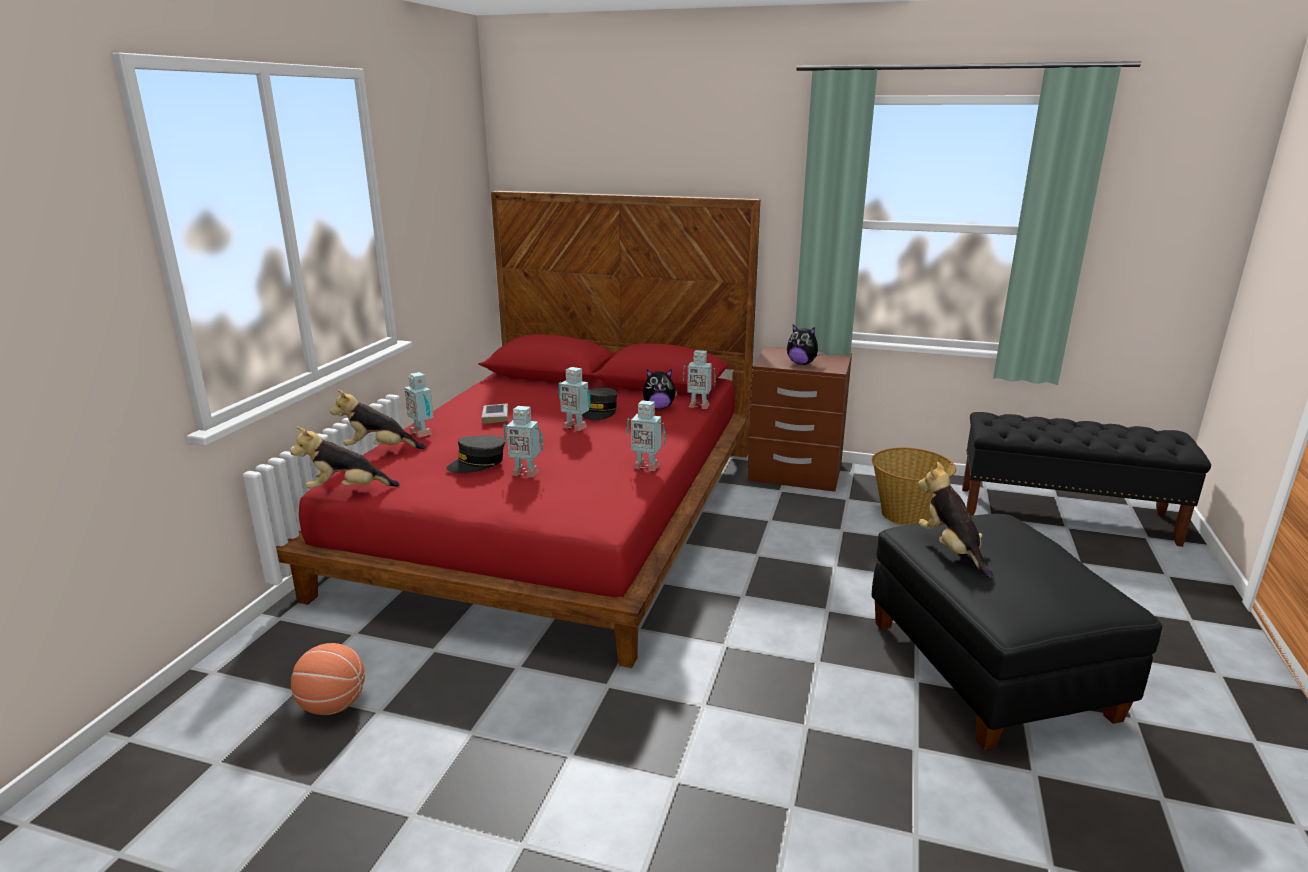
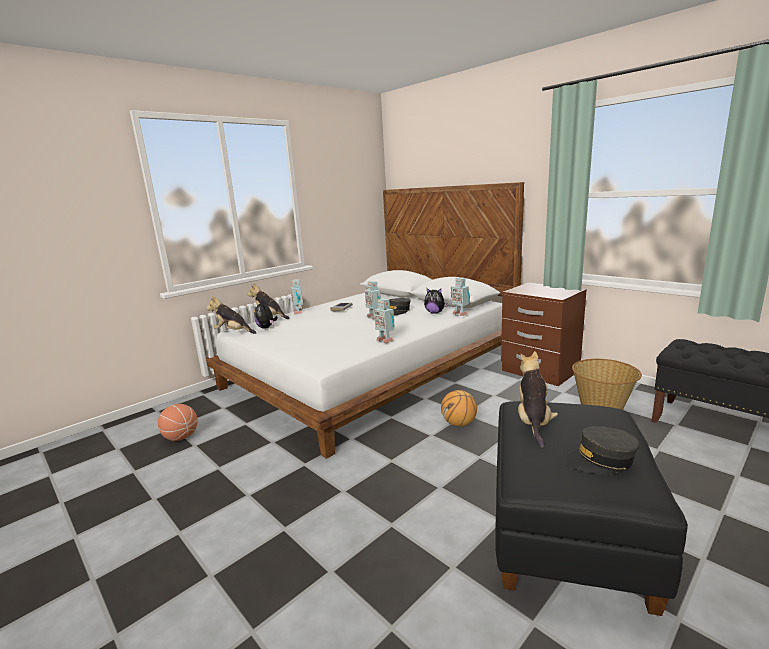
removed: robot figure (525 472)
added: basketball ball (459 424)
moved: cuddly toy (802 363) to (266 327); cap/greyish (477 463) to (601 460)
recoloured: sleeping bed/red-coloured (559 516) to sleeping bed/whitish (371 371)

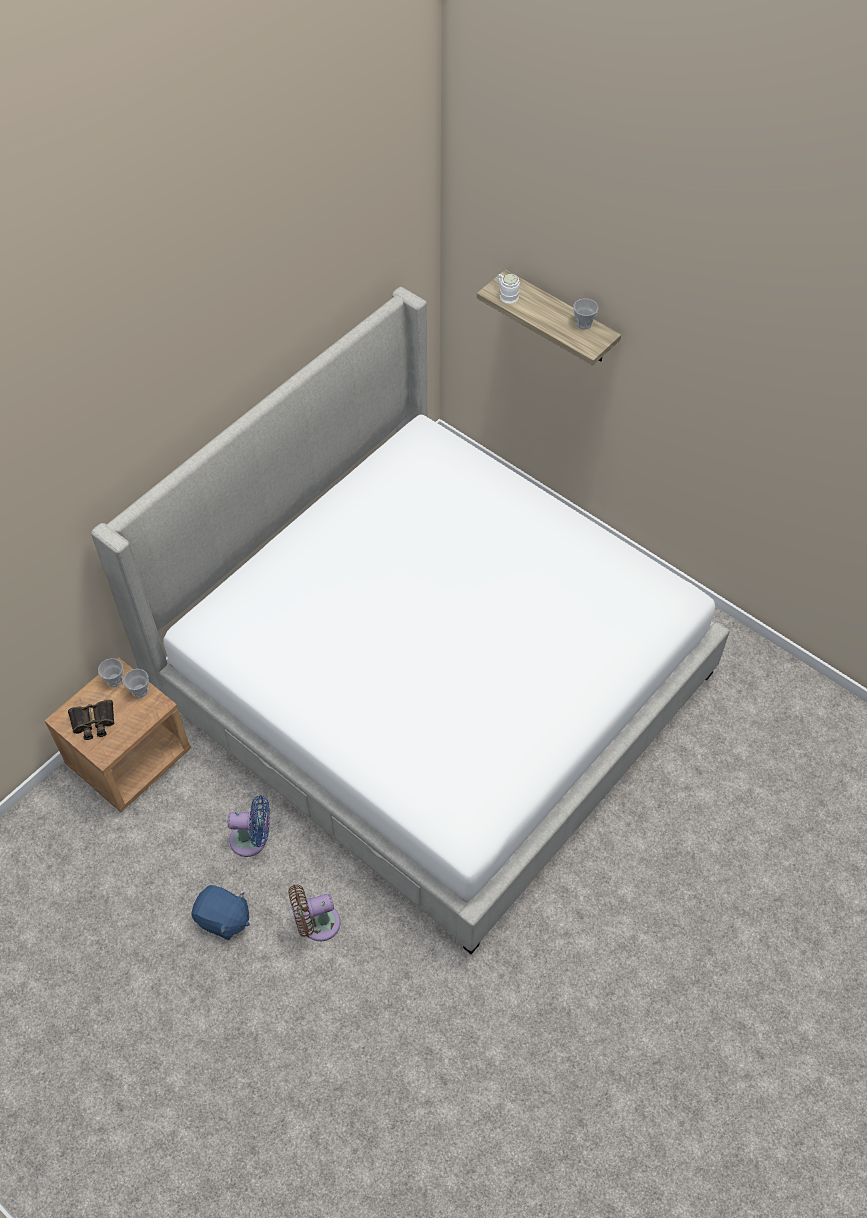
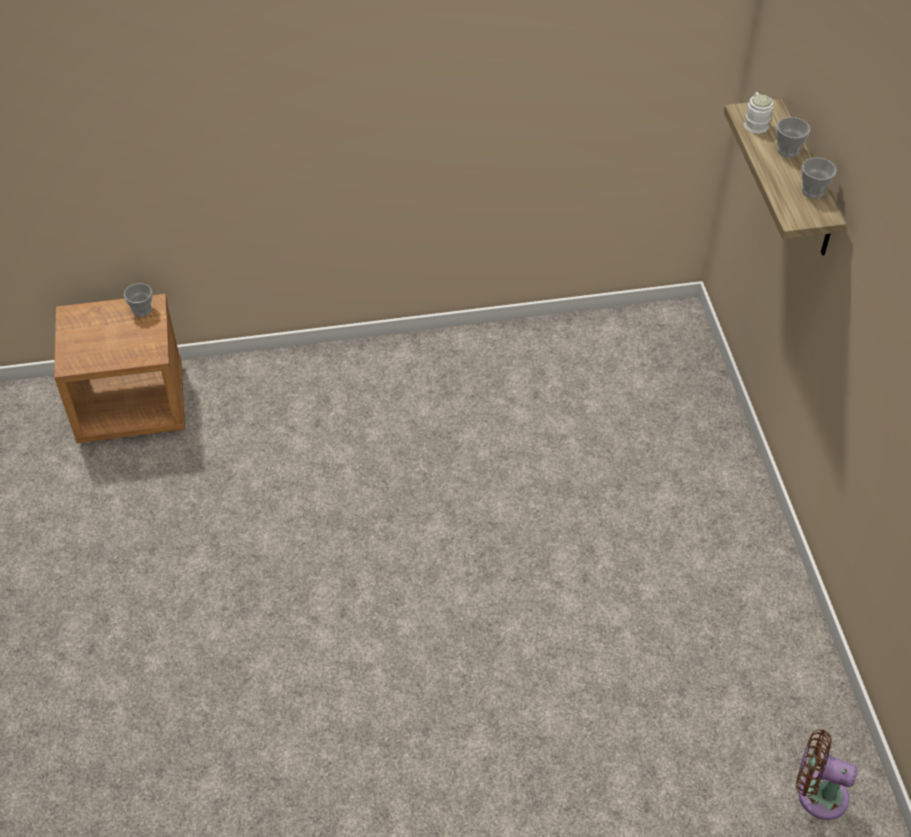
removed: binoculars (93 723); sleeping bed (433 684); cuddly toy/blue-coloured (223 919); electric fan/blue-coloured (252 840)
moved: drinking cup (140 690) to (788 150); electric fan/brown-coloured (316 924) to (817 793)

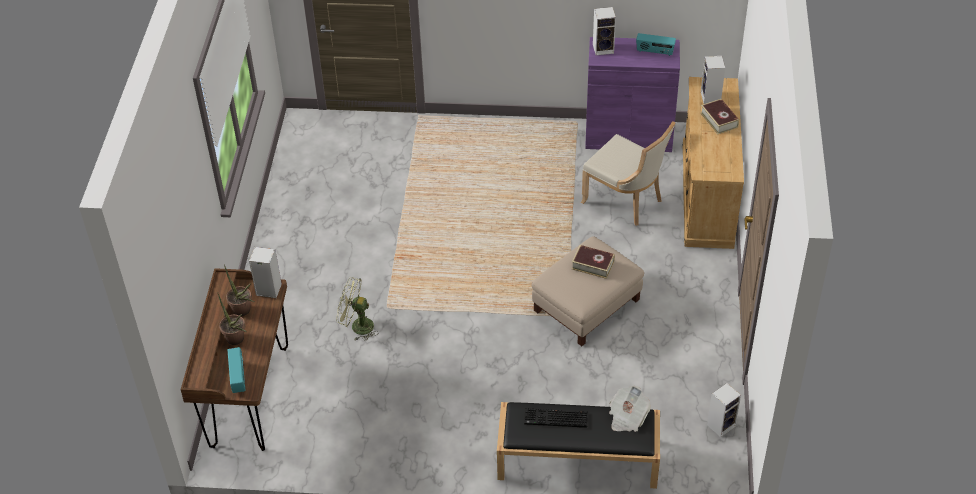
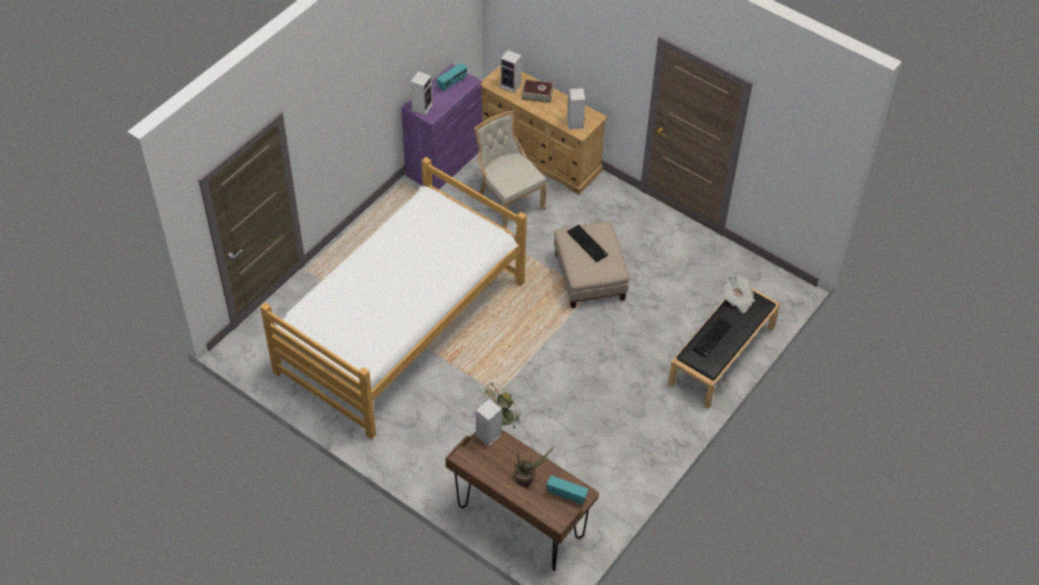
removed: houseplant (244 312)
added: sleeping bed (401 326)
moved: audio speaker (721 424) to (574 122)
replaced: bound book (593 265) to PC keyboard (588 243)
turned: plain chair/sand-coloured (626 201) = (508 200) 105 degrees counterclockwise

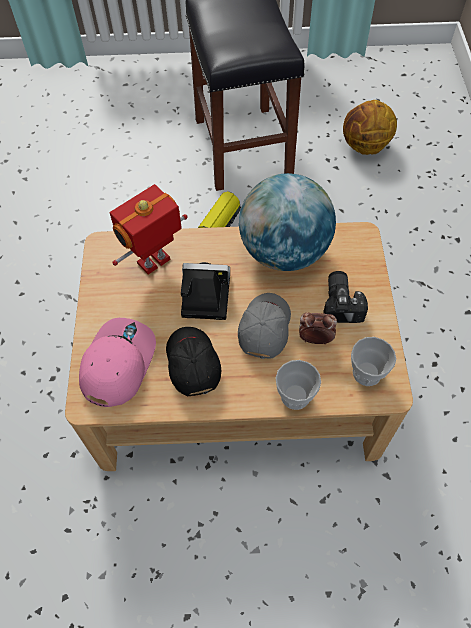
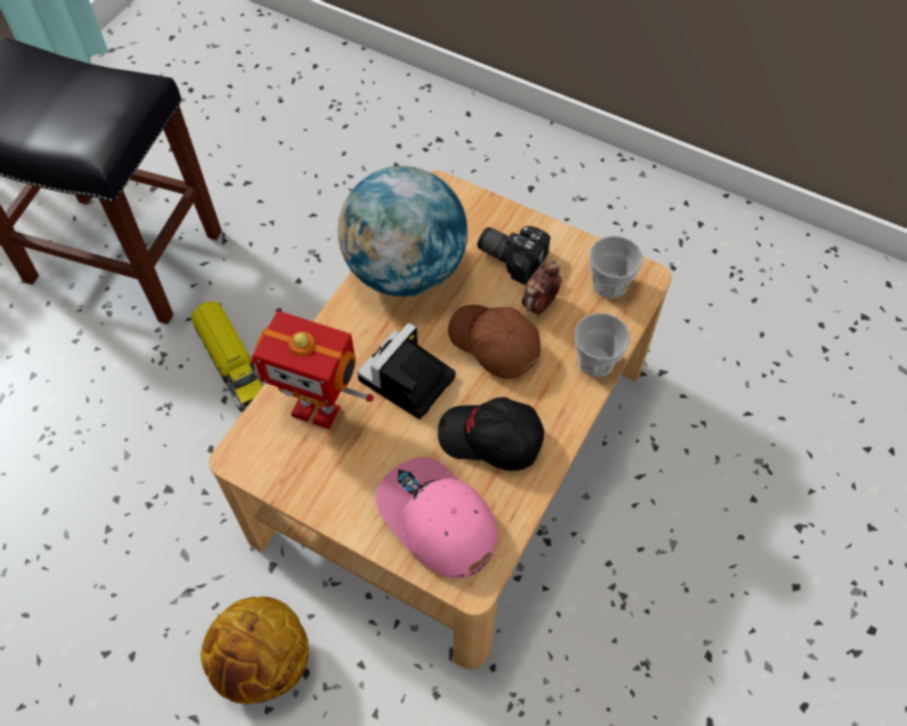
moved: basketball ball (365 147) to (264 664)
recoloured: cap/greyish (264 328) to cap/brown-coloured (493 344)
turned: robot figure (155 262) = (317 408) 60 degrees counterclockwise

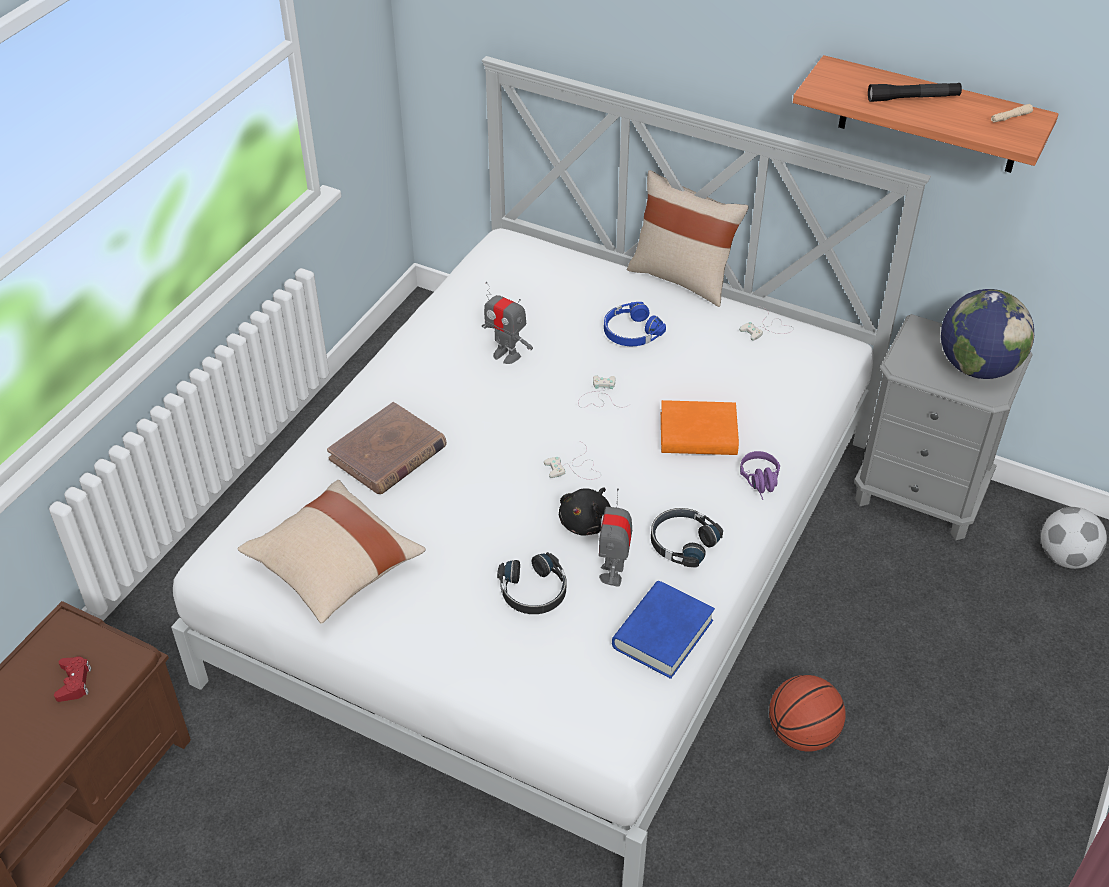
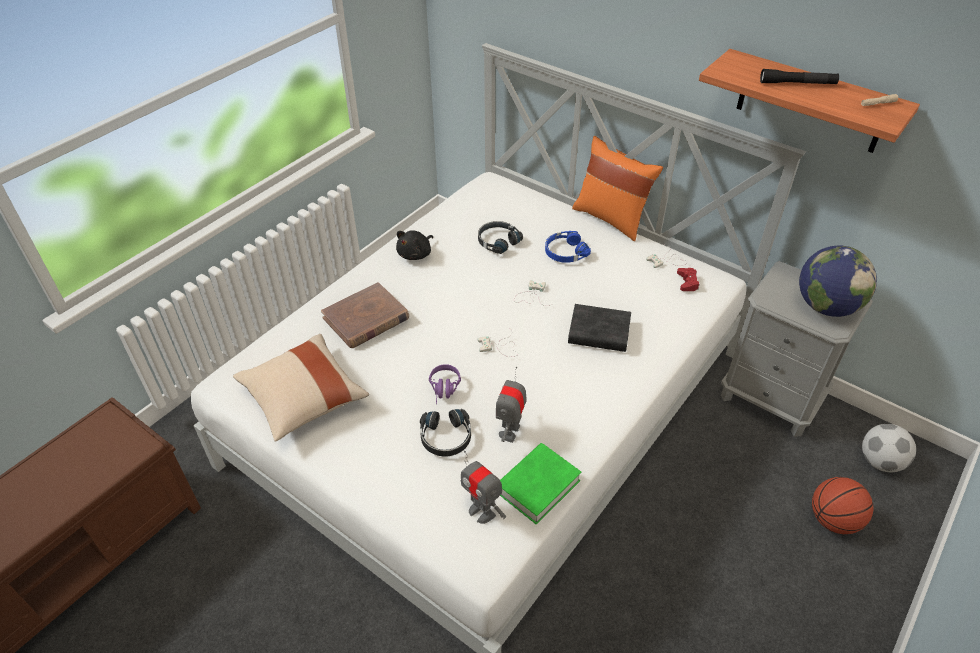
moved: cuddly toy/black-coloured (587 522) to (416 254); pair of headphones/purple-coloured (761 483) to (444 390); robot figure (506 355) to (482 511); pair of headphones/black-coloured (682 542) to (497 241); gamepad/red-coloured (74 682) to (687 282); basketball ball (802 733) to (833 520)
recoloured: bound book/blue-coloured (662 634) to bound book/greenish (537 486); bound book/orange-coloured (698 434) to bound book/black-coloured (599 333); throw pillow/sand-coloured (682 278) to throw pillow/orange-coloured (611 218)

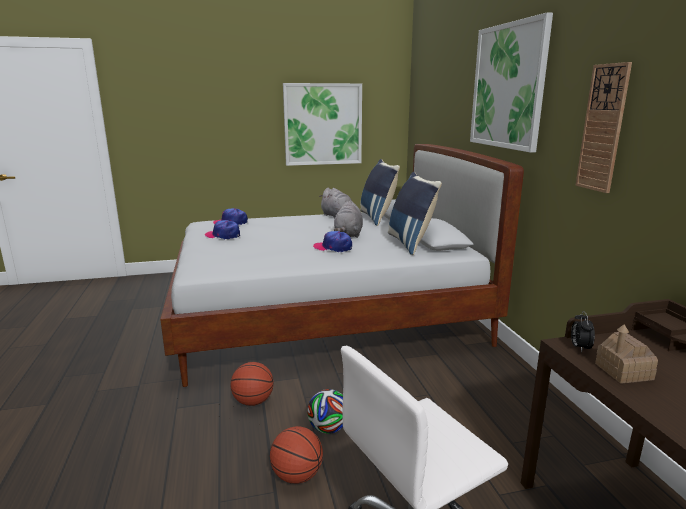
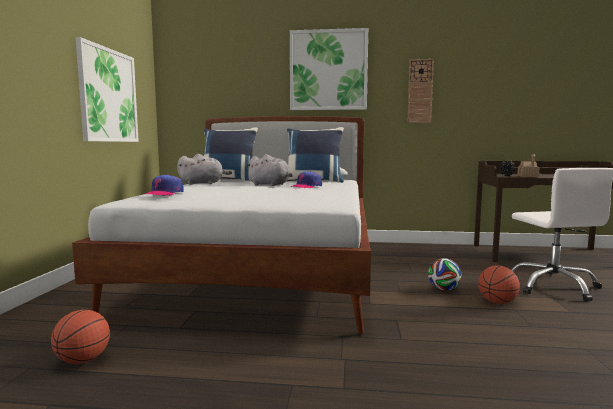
removed: cap (223 235)
moved: basketball ball (253 401) to (83 360)

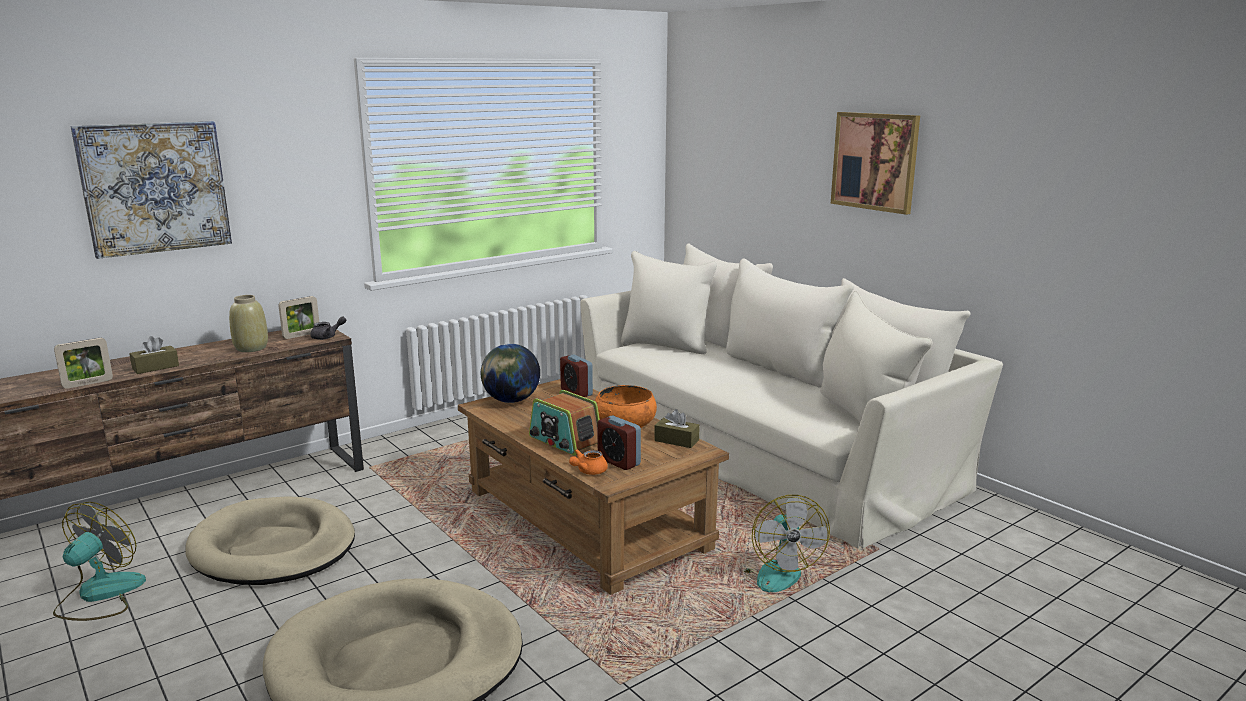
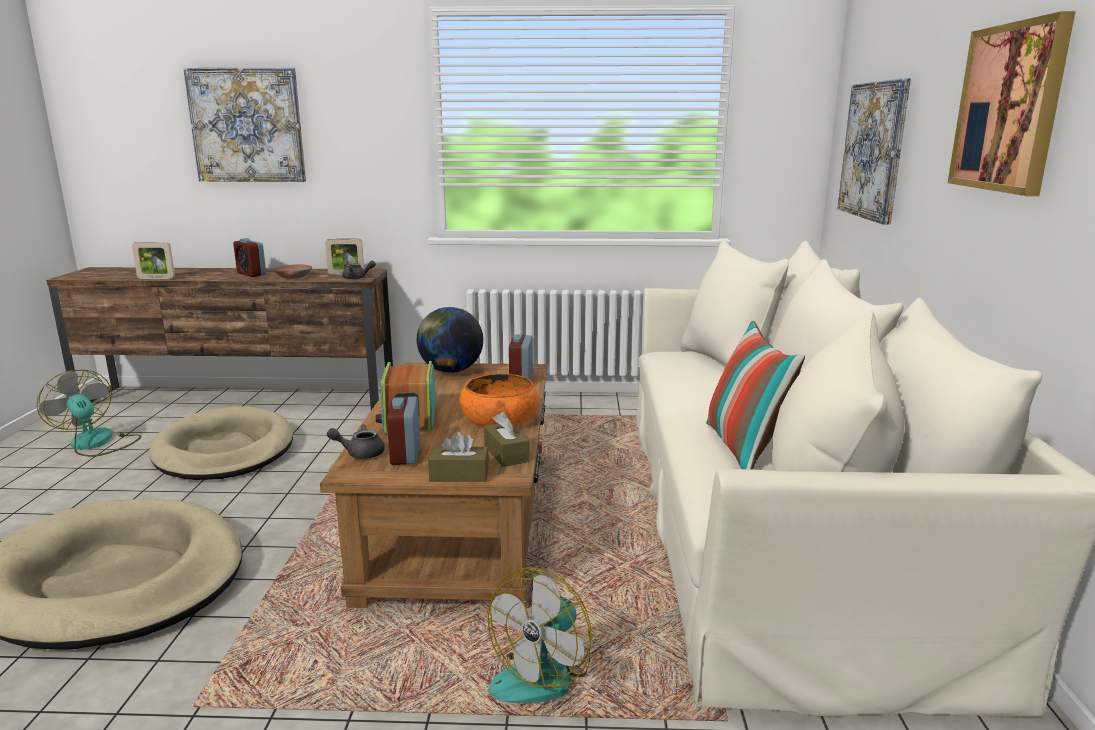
added: bedside clock (251 274); throw pillow (745 449); wall picture (874 150)
moved: box of tissues/brown-coloured (155 367) to (459 475)
replaced: vase/sand-coloured (251 348) to serving bowl/brown-coloured (292 276)
recoloured: pot for tea/orange-coloured (588 471) to pot for tea/greyish (360 453)
turned: electric fan (99 595) = (96 444) 105 degrees counterclockwise

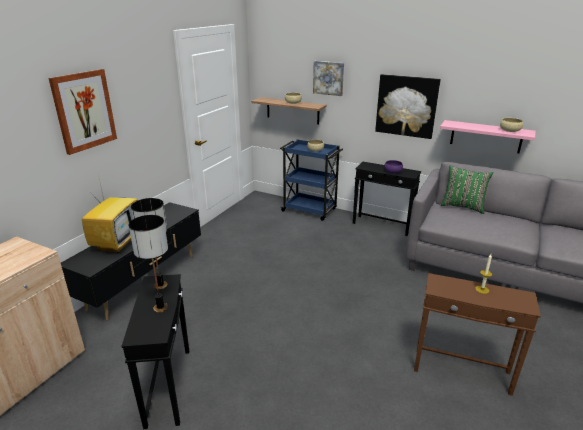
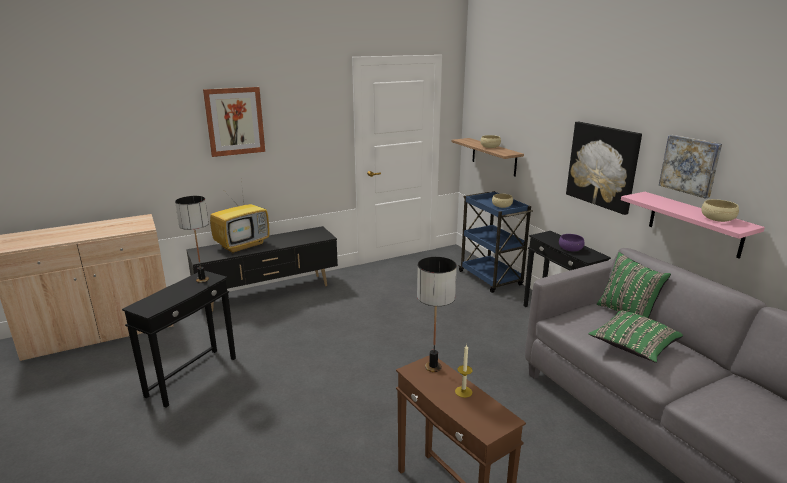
added: throw pillow/greenish (633 347)
moved: table lamp (161 308) to (433 367); wall picture (328 78) to (690 165)

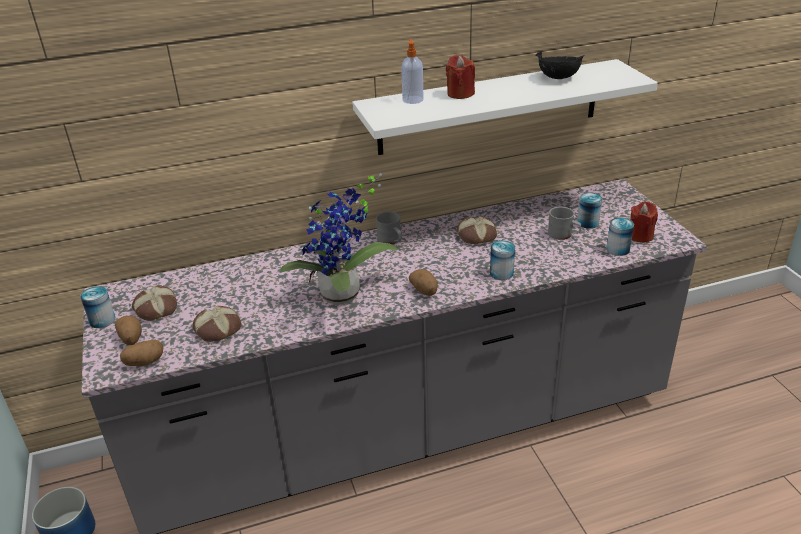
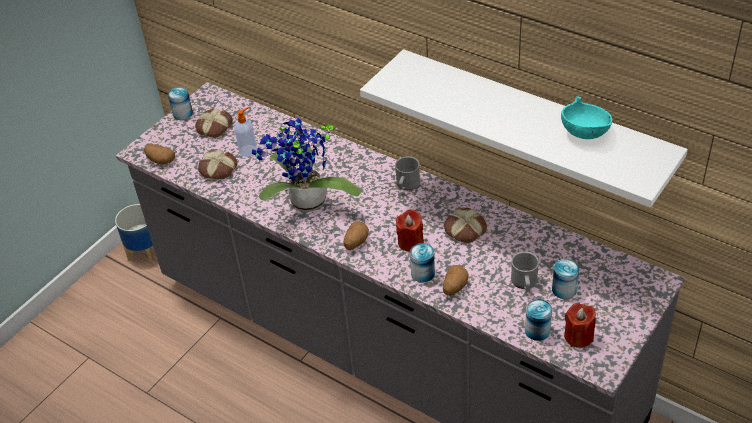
moved: soap dispenser (412 99) to (248 150); wax light/red-coloured (460 94) to (410 242); spud (131 339) to (454 287)
recoloured: serving bowl/black-coloured (558 77) to serving bowl/blue-green (585 132)

